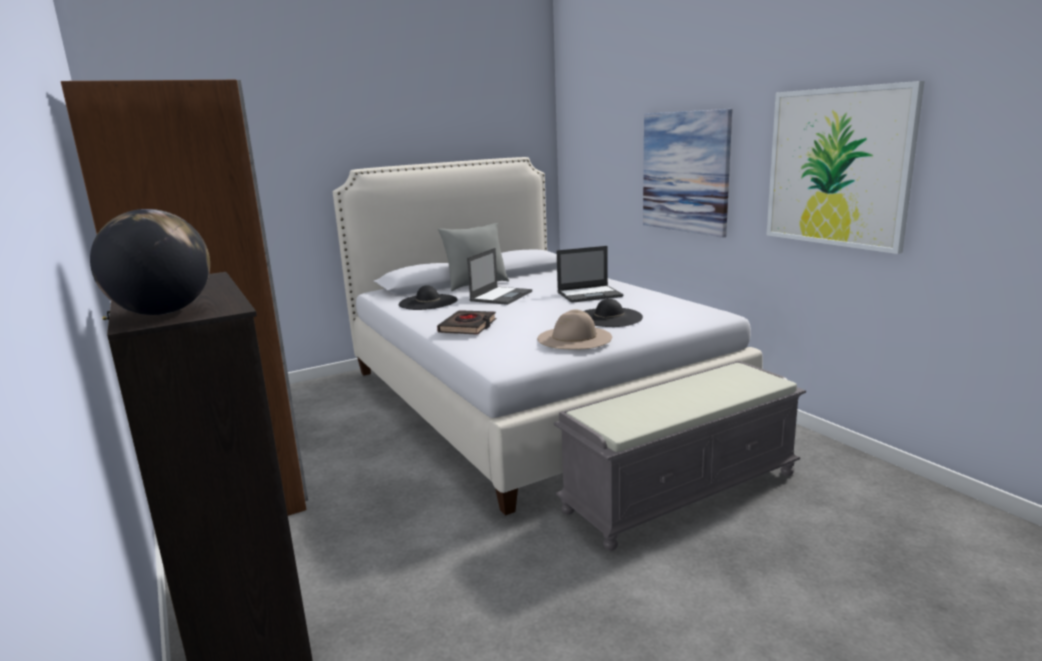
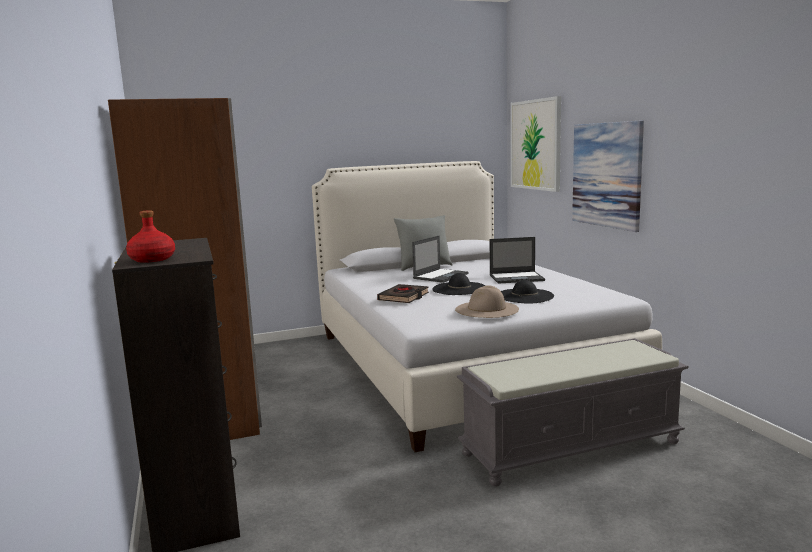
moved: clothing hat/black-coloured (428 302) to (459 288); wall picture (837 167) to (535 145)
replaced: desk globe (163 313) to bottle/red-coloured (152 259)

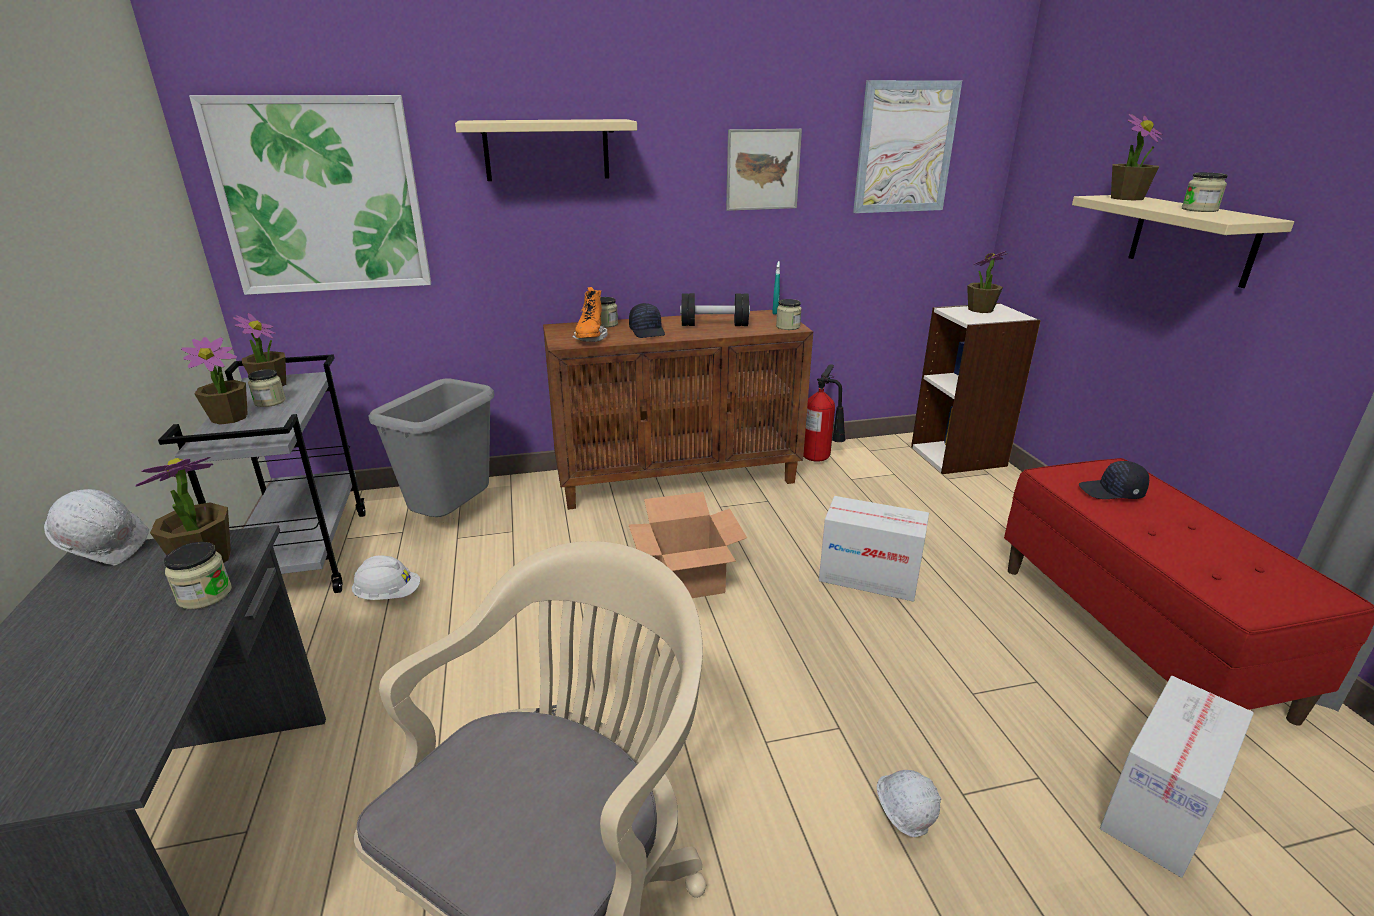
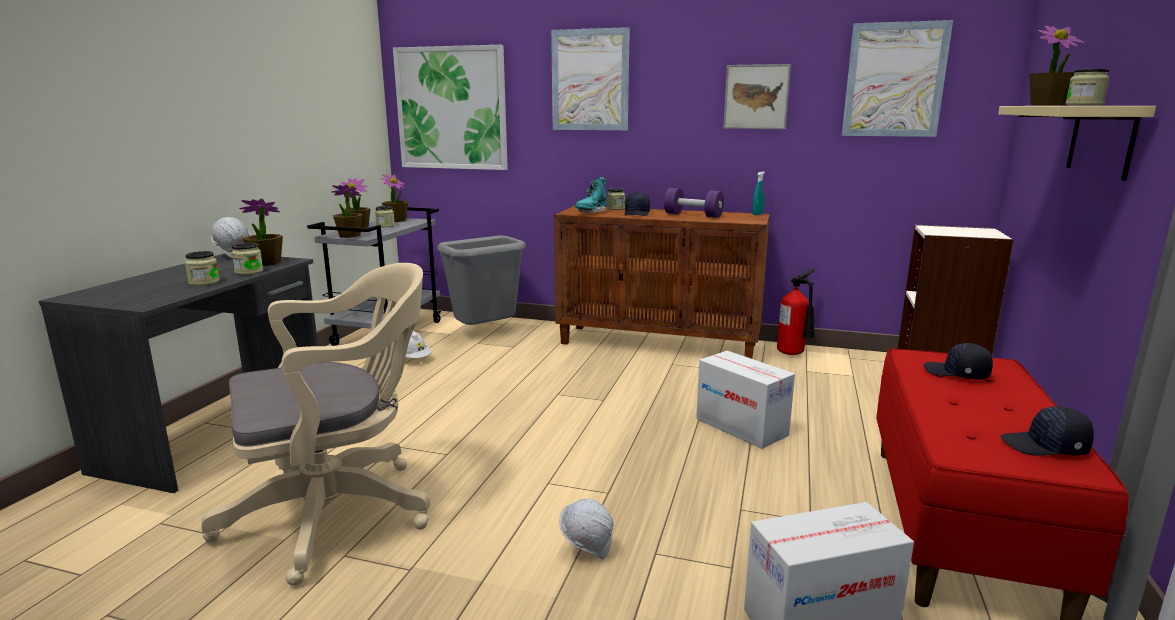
removed: packing box (688 579)
added: cap/black-coloured (1045 447)
moved: jar (788 327) to (204 282); houseplant (980 310) to (349 235)
replaced: bracket shelf/sand-coloured (546 150) to wall picture (590 80)
recoloured: boot/orange-coloured (590 338) to boot/blue-green (591 213); dumbbell/black-coloured (714 325) to dumbbell/purple-coloured (693 215)

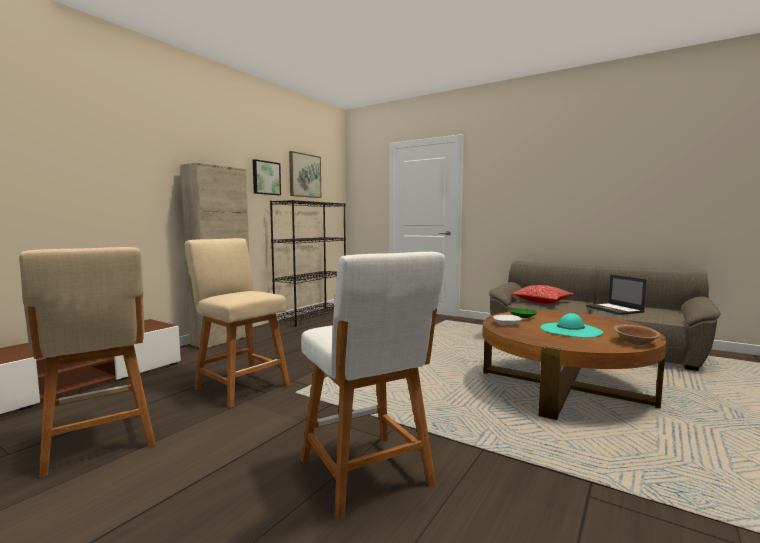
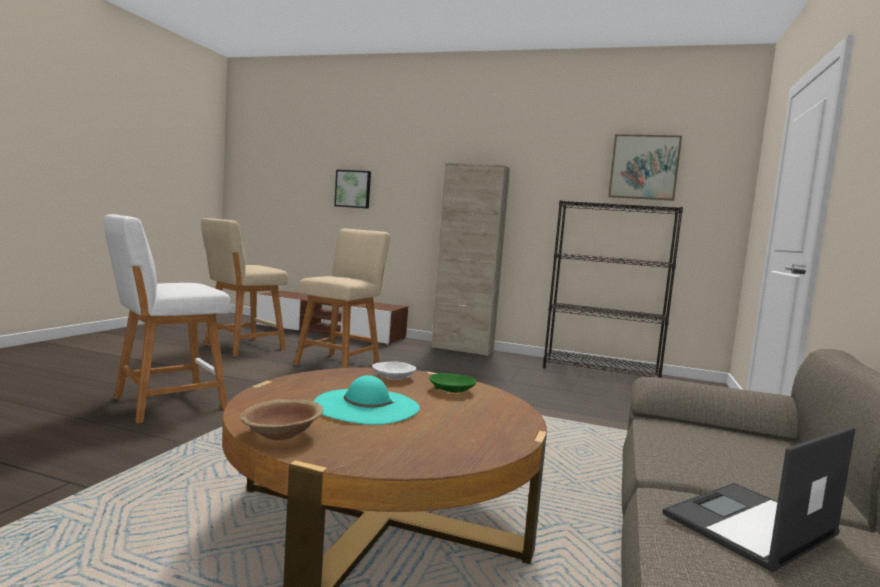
removed: throw pillow (541 302)
moved: wall picture (265 178) to (353 189)

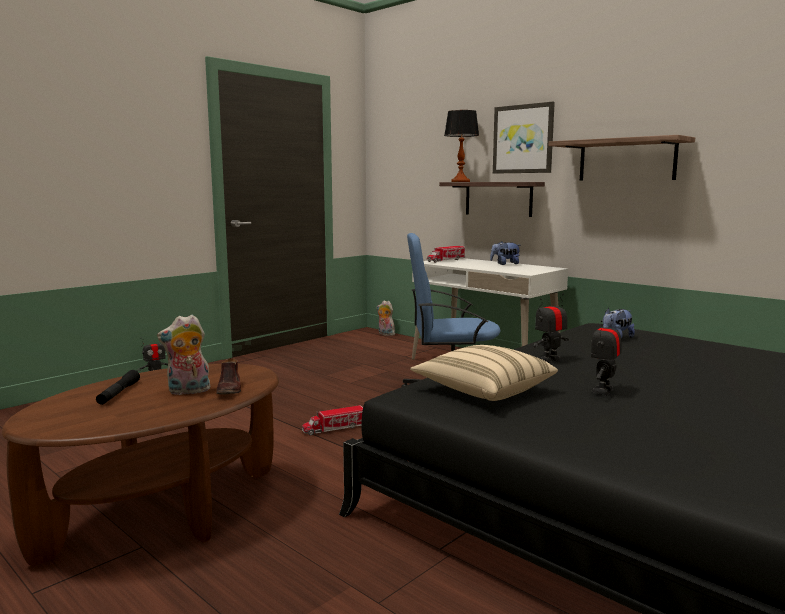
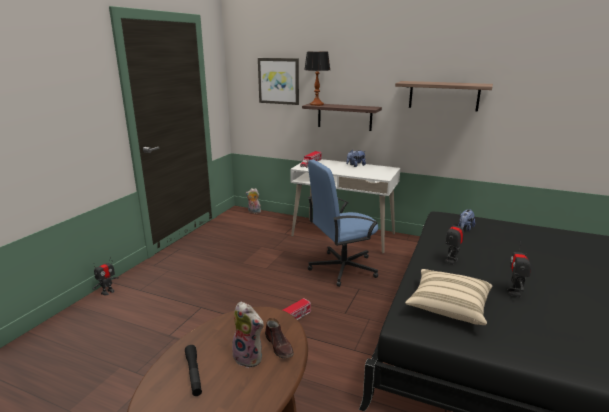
moved: wall picture (523 139) to (279 81)
turned: cuddly toy (188 392) = (250 357) 105 degrees counterclockwise

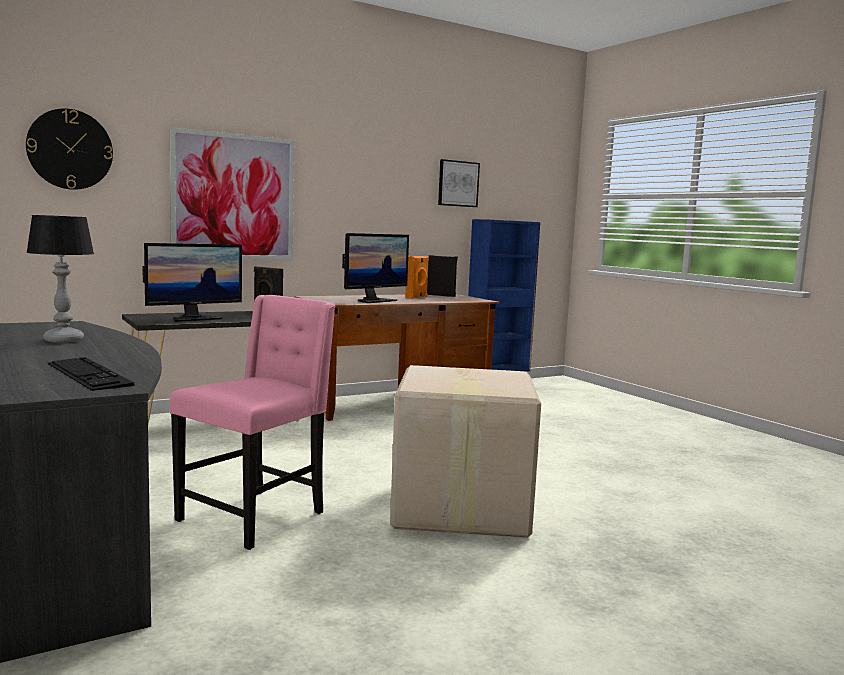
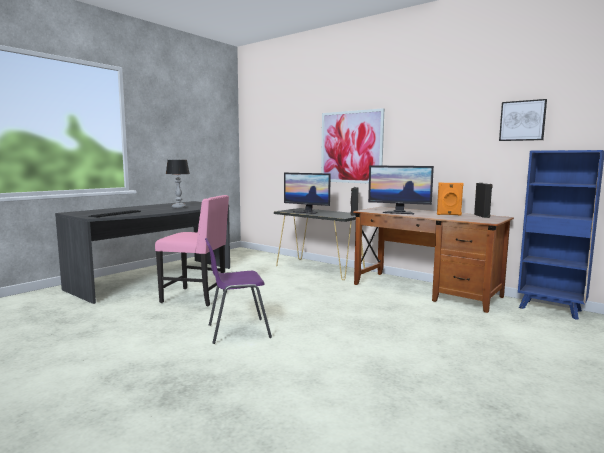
removed: hanging clock (70 149)
replaced: packing box (459 508) to plain chair/purple-coloured (237 331)

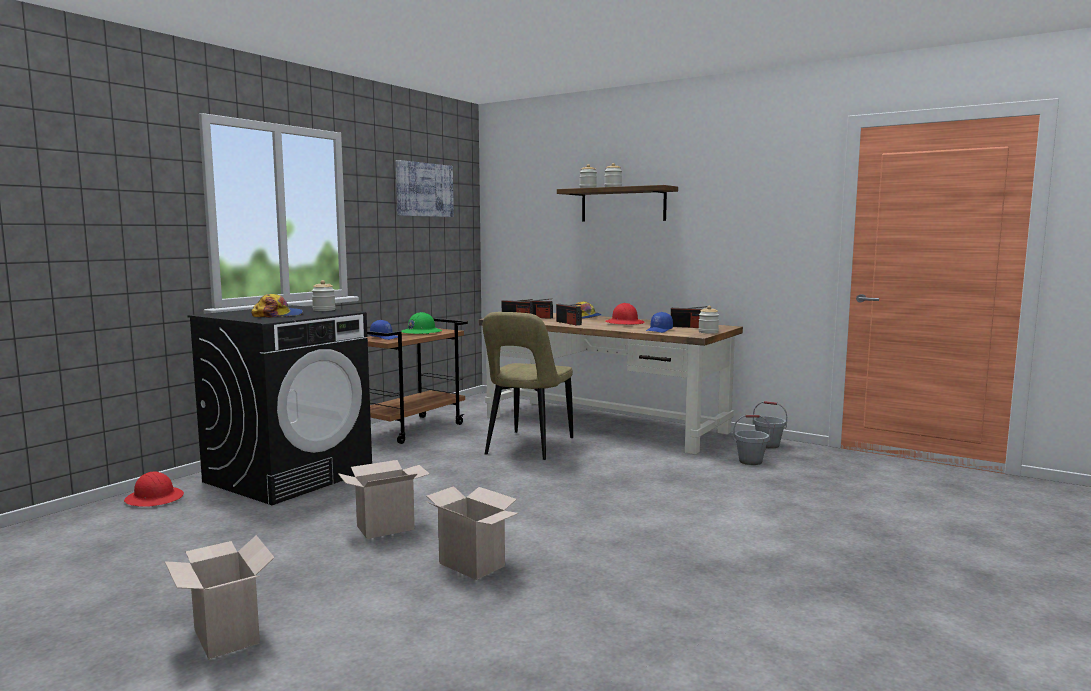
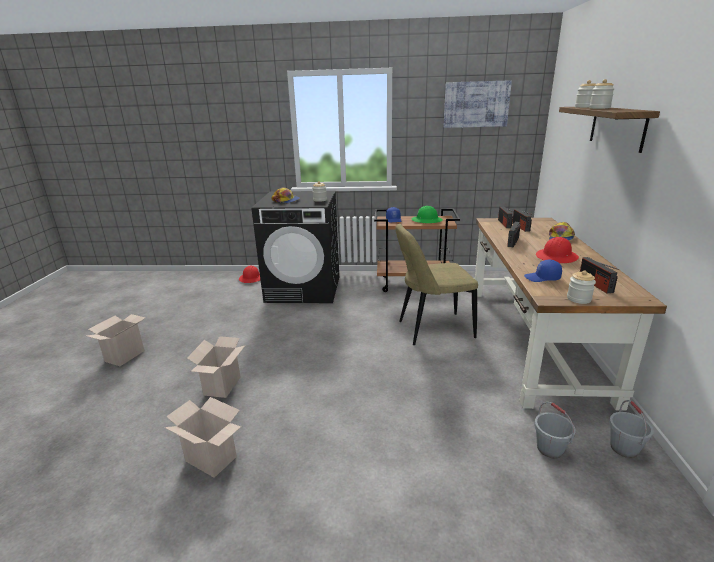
moved: packing box (386 527) to (213 458)

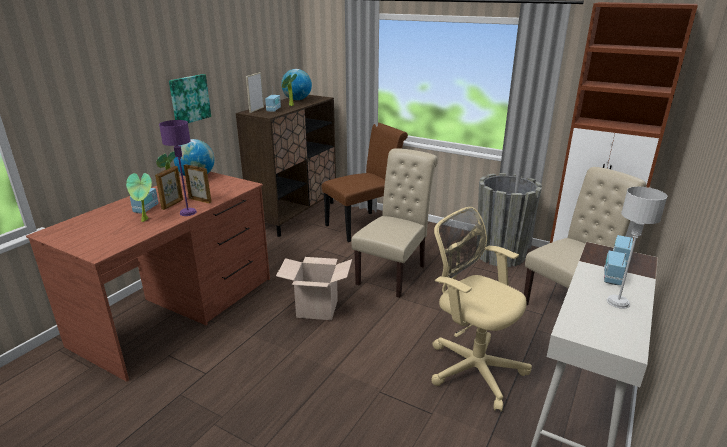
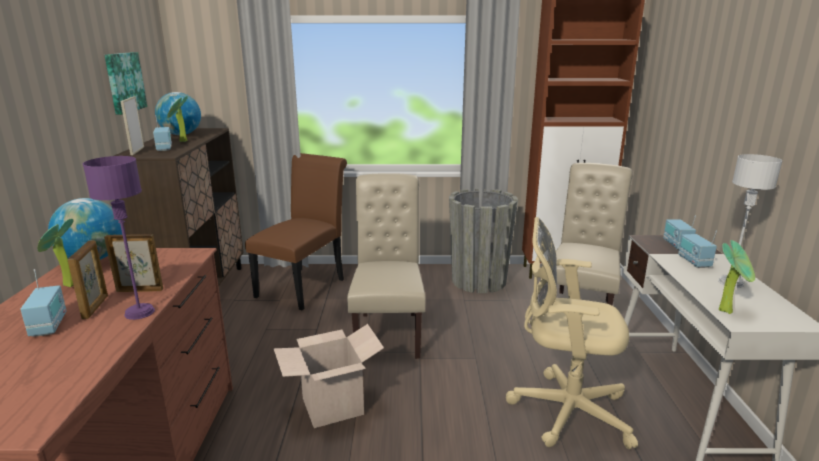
moved: wall picture (189 99) to (124 82); houseplant (146 220) to (728 311)

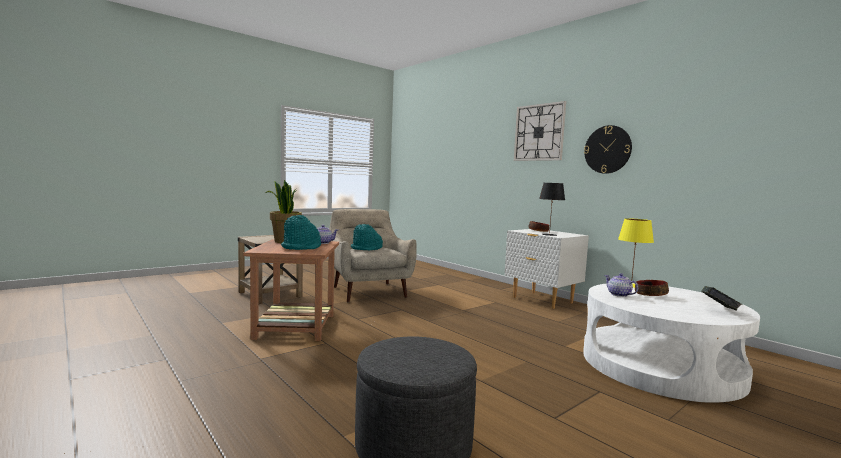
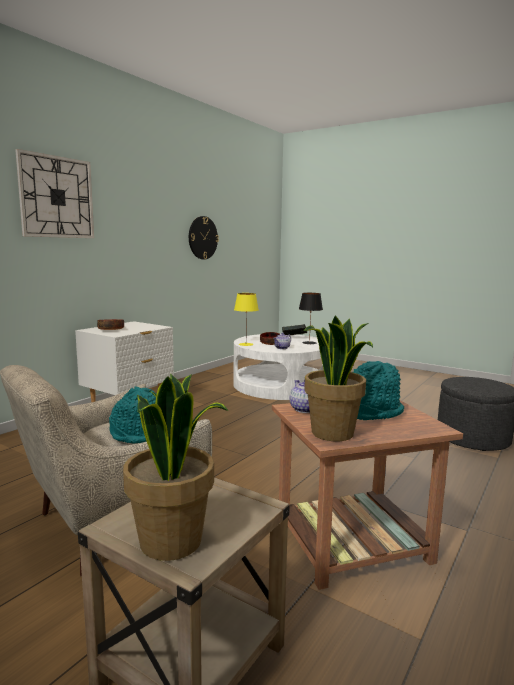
added: houseplant (172 542)
moved: hanging clock (607 149) to (202 238); table lamp/black-coloured (549 234) to (309 343)

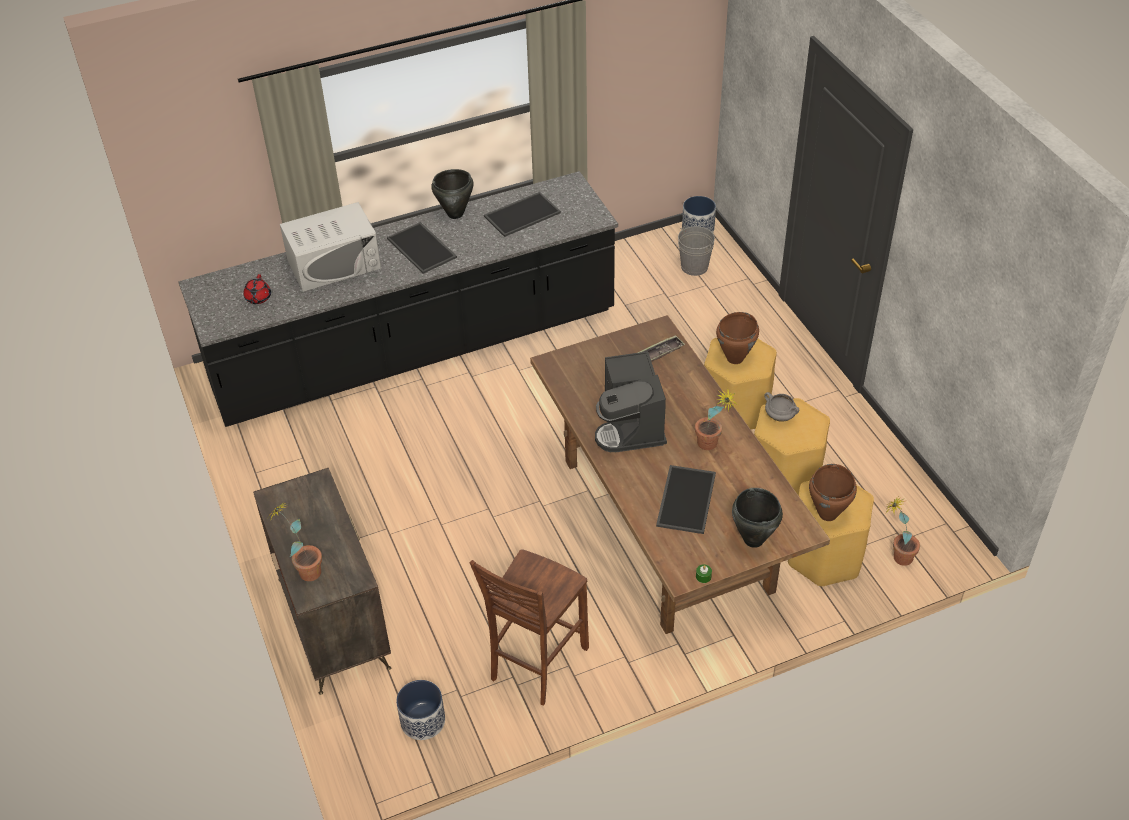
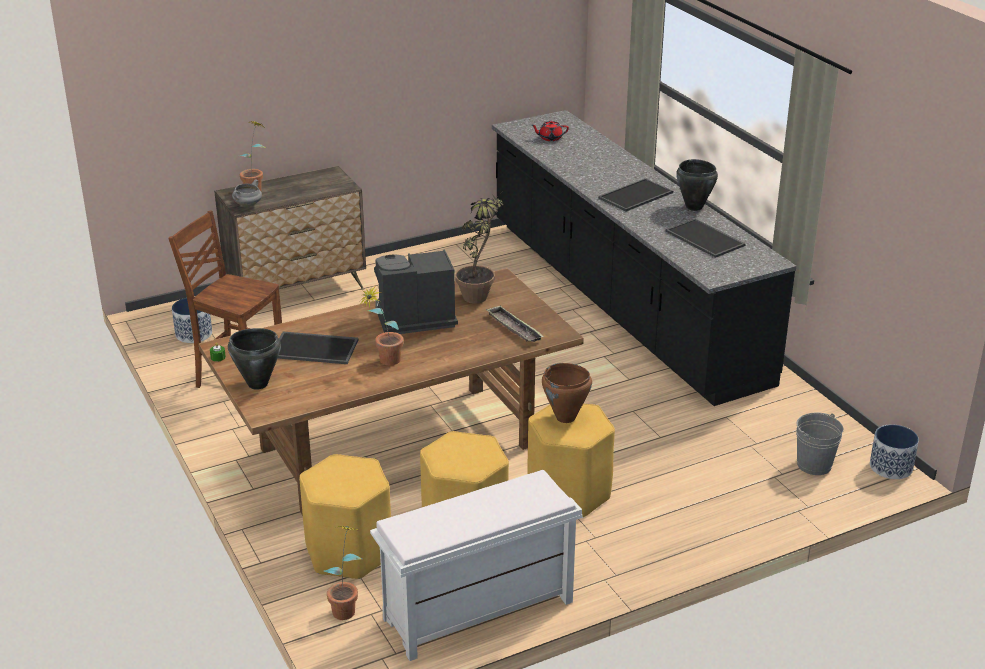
removed: microwave/whitish (334 264); cooking pot/brown-coloured (828 513)
added: long seat/whitish (477 612); houseplant (480 293)
moved: cooking pot/greyish (780 416) to (248 205)

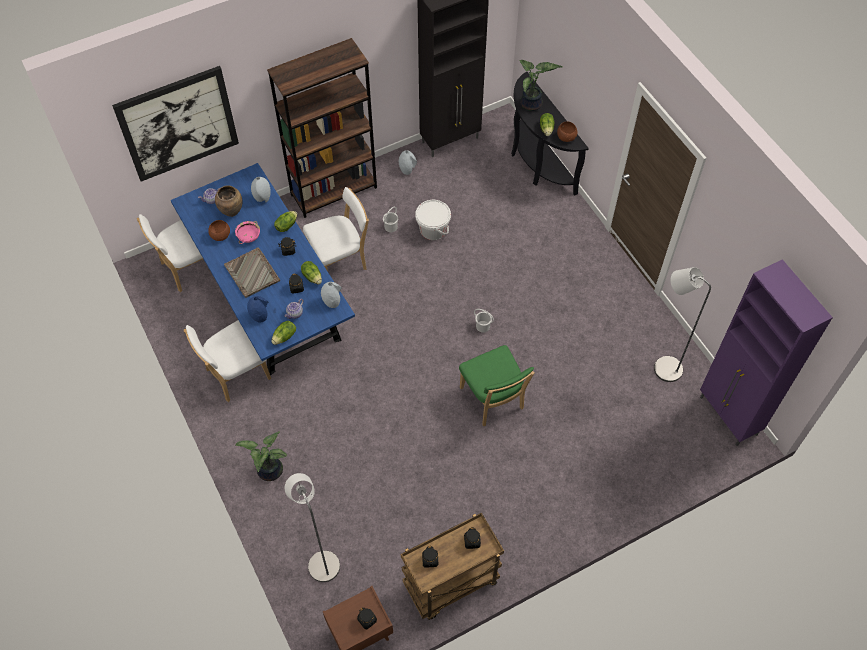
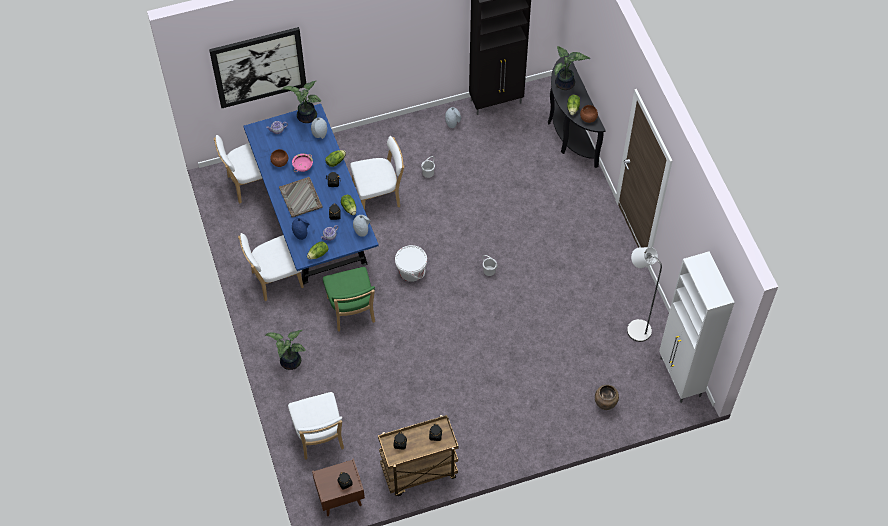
removed: bookshelf/brown-coloured (334 191)
added: houseplant (306 117)
moved: plain chair/greenish (493 400) to (351 312); bucket/whitish (433 229) to (411 271); vase/brown-coloured (232 211) to (605 404)
replaced: standing lamp/greyish (321 561) to plain chair/whitish (319 438)
recoloured: cupboard/purple-coloured (728 417) to cupboard/whitish (680 378)

